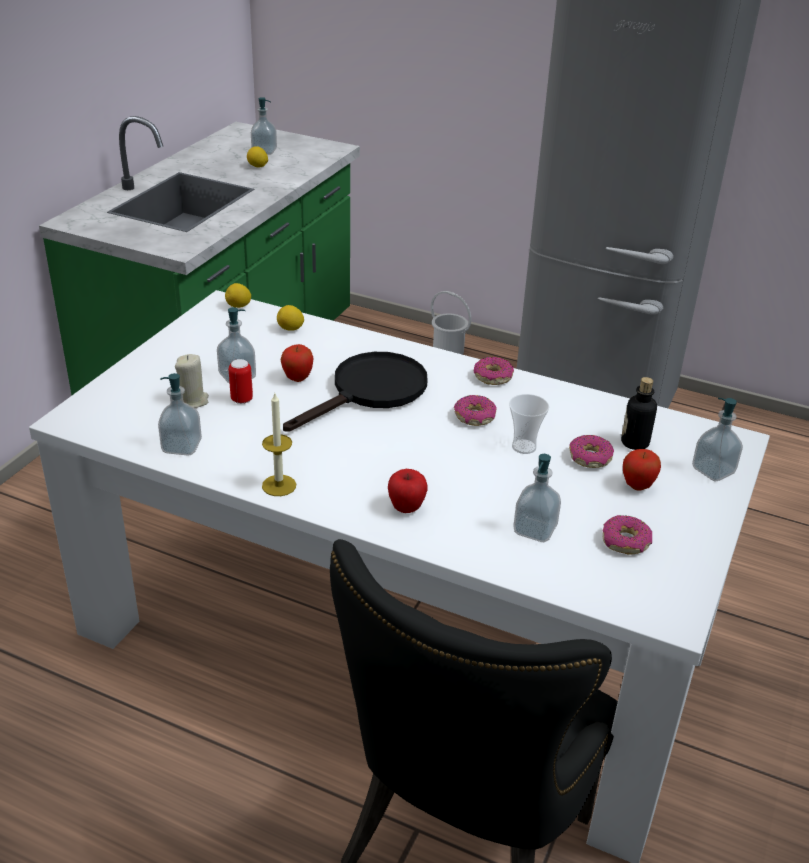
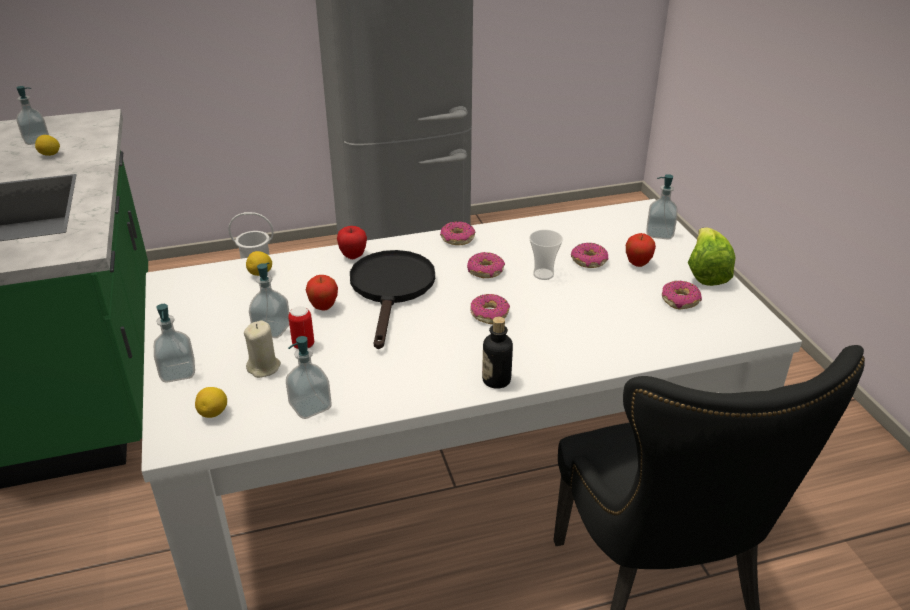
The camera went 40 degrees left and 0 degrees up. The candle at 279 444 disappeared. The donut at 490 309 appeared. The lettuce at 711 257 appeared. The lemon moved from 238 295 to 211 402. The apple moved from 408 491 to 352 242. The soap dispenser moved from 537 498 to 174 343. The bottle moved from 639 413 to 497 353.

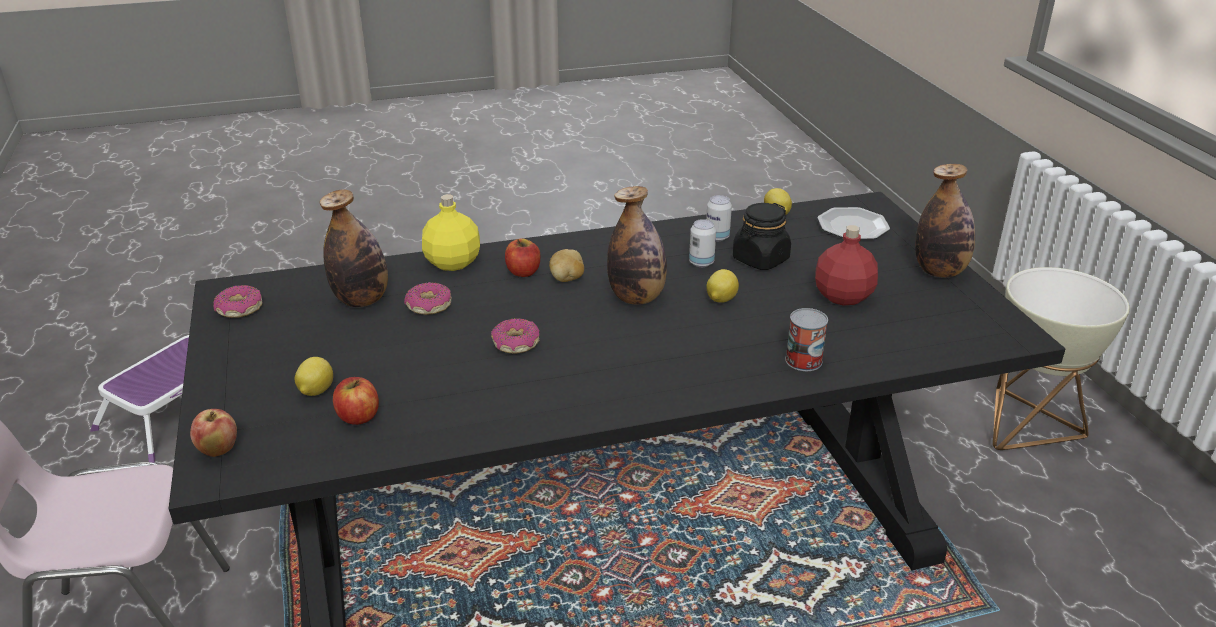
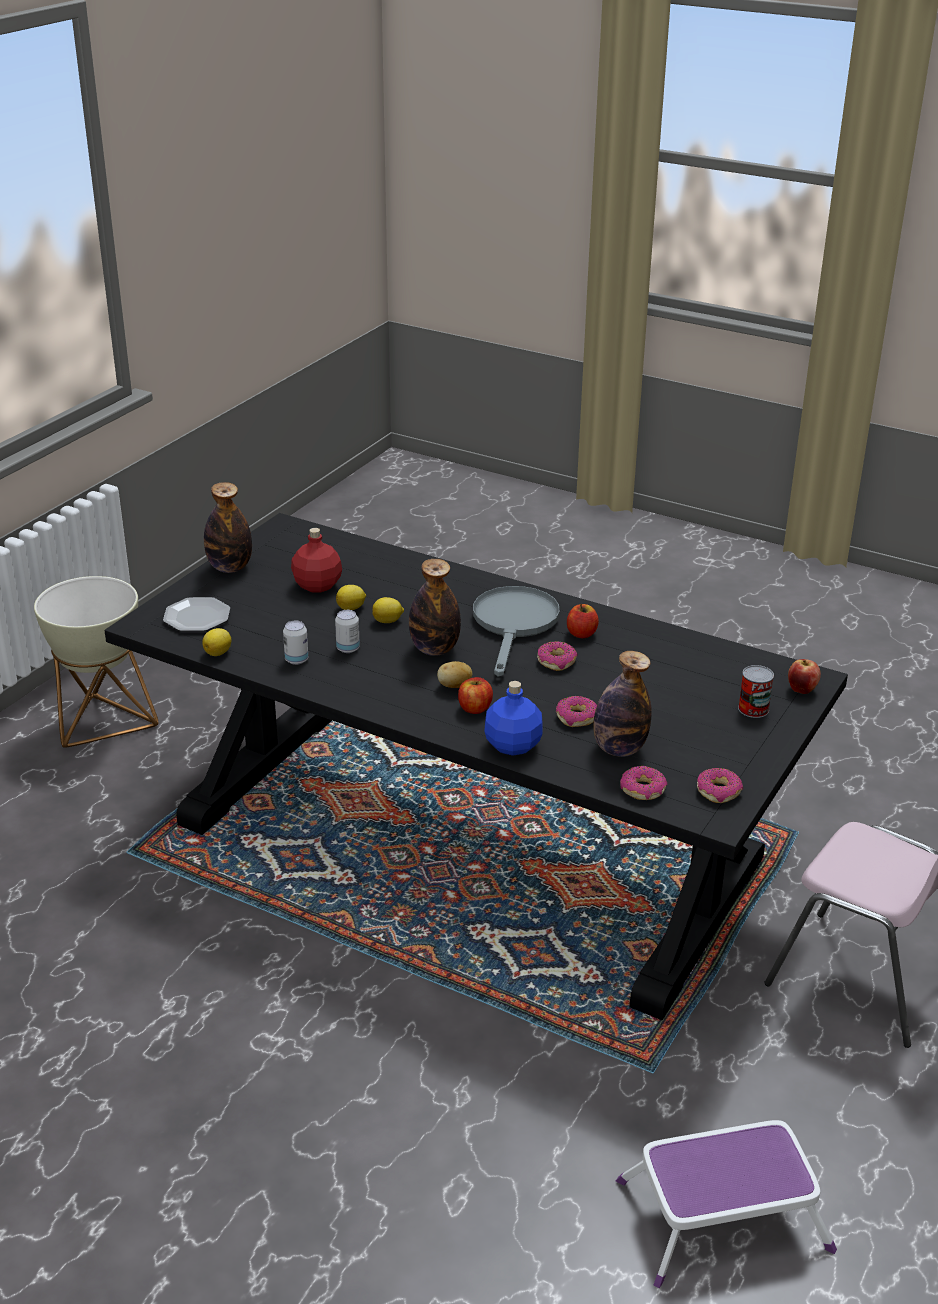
The camera went 135 degrees left and 0 degrees up. The black jar at 762 236 disappeared. The grey frying pan at 516 631 appeared. The donut at 643 783 appeared. The lemon moved from 314 376 to 351 597. The apple moved from 356 401 to 583 621. The can moved from 806 339 to 756 691. The yellow bottle at 451 232 became the blue bottle at 513 718.

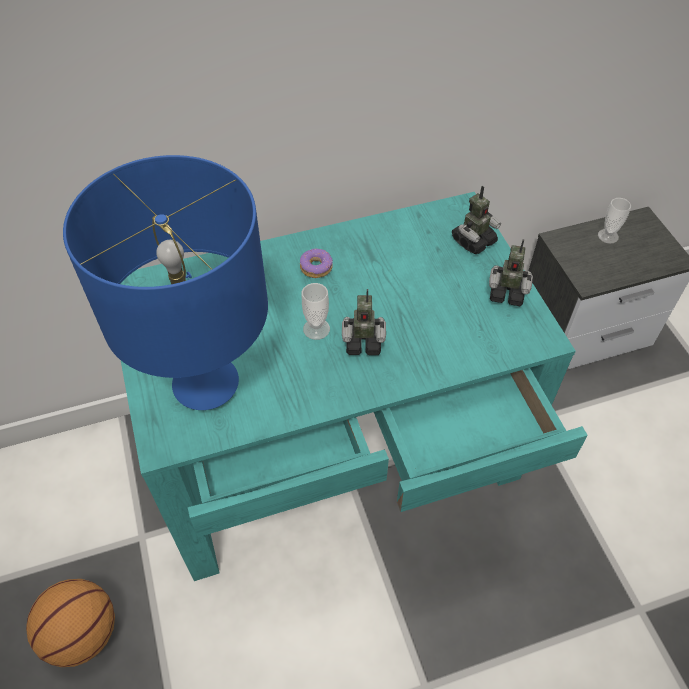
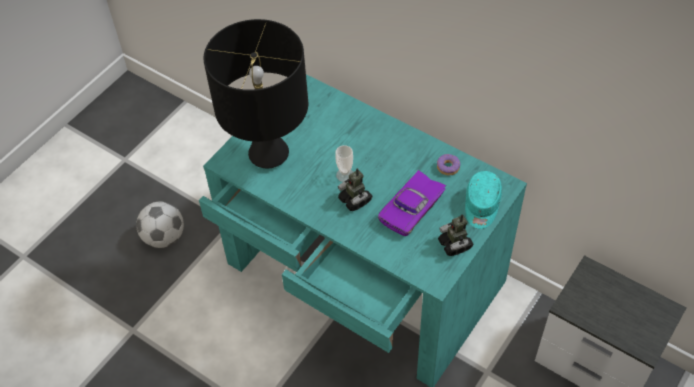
The camera went 55 degrees right and 0 degrees up. The cup at 614 221 disappeared. The purple toy car at 412 203 appeared. The donut moved from 316 263 to 448 164. The basketball at 70 623 was replaced by the football at 160 225. The toy robot at 476 220 was replaced by the turquoise cap at 483 200. The blue table lamp at 165 282 became the black table lamp at 256 93.

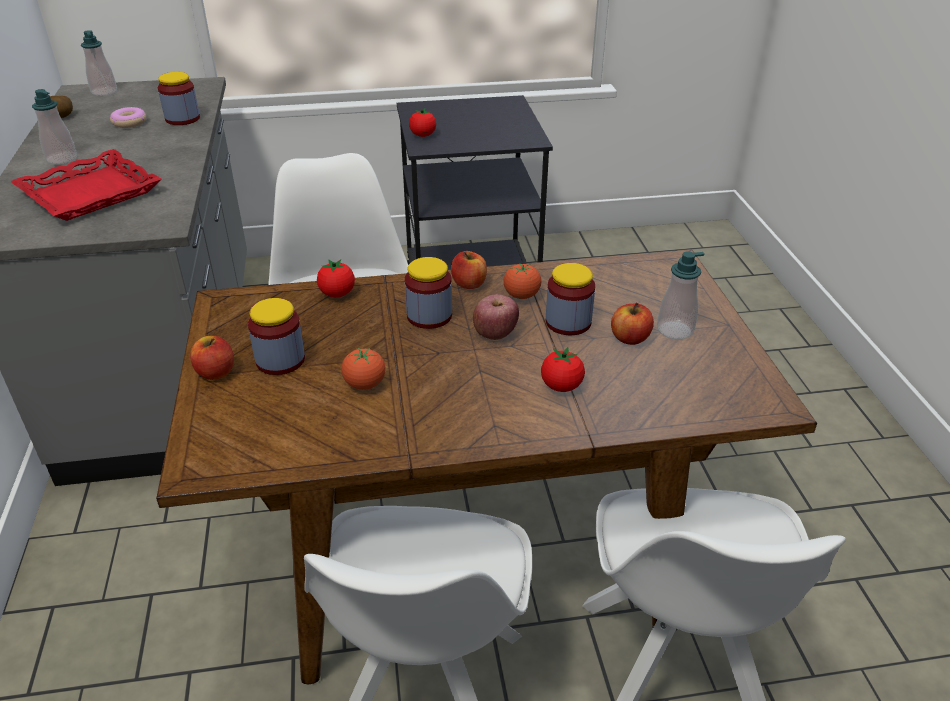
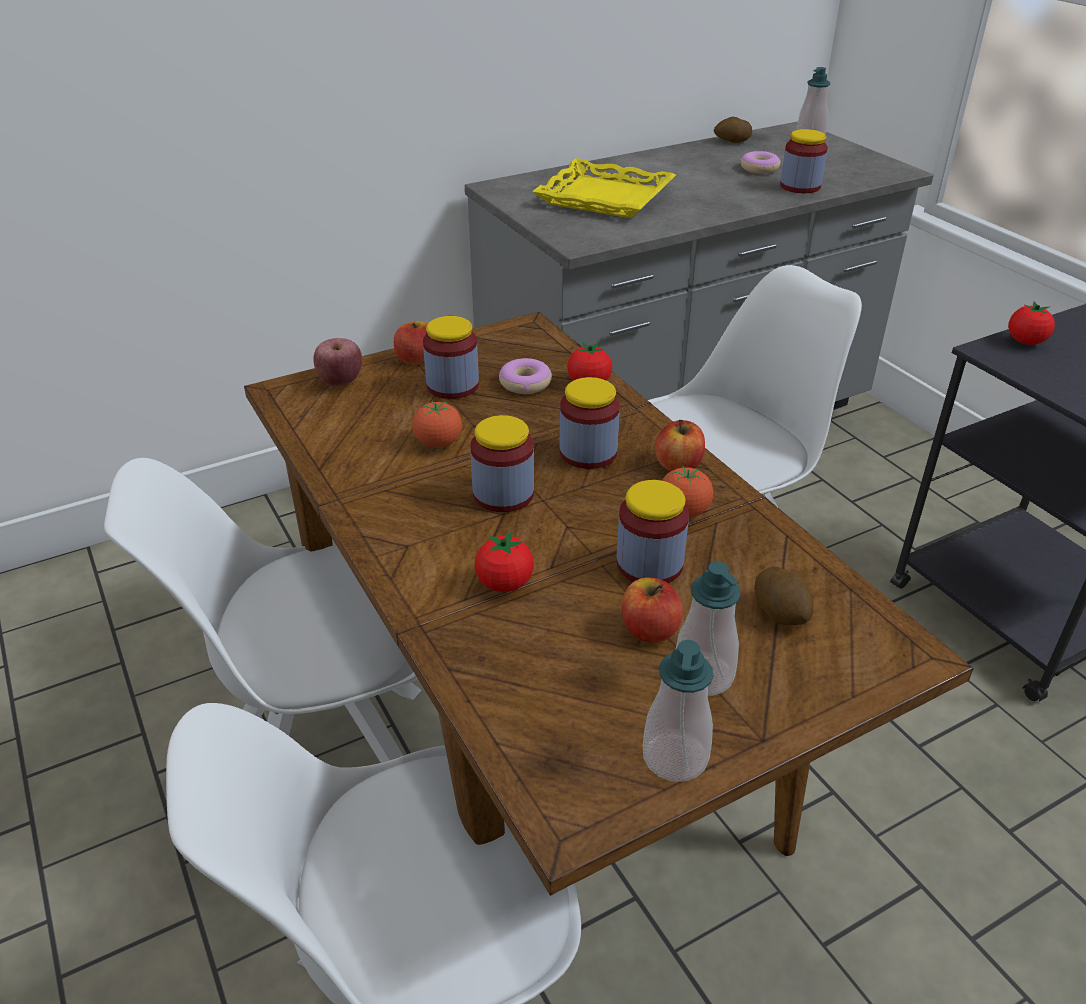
The camera went 70 degrees right and 0 degrees up. The jar at 502 463 appeared. The donut at 525 376 appeared. The potato at 784 595 appeared. The soap dispenser moved from 54 127 to 678 711. The apple moved from 496 317 to 337 362. The red tray at 86 185 became the yellow tray at 604 188.

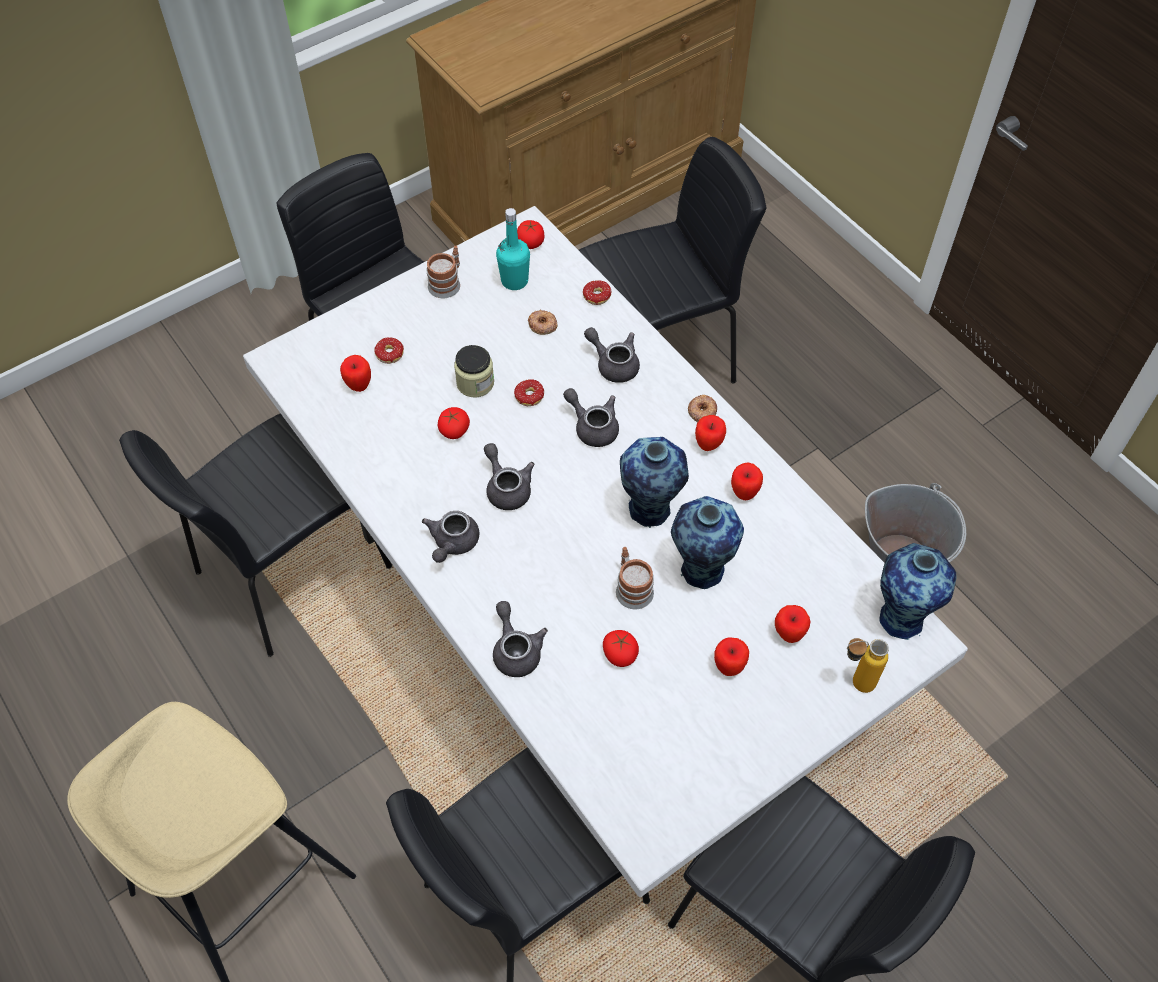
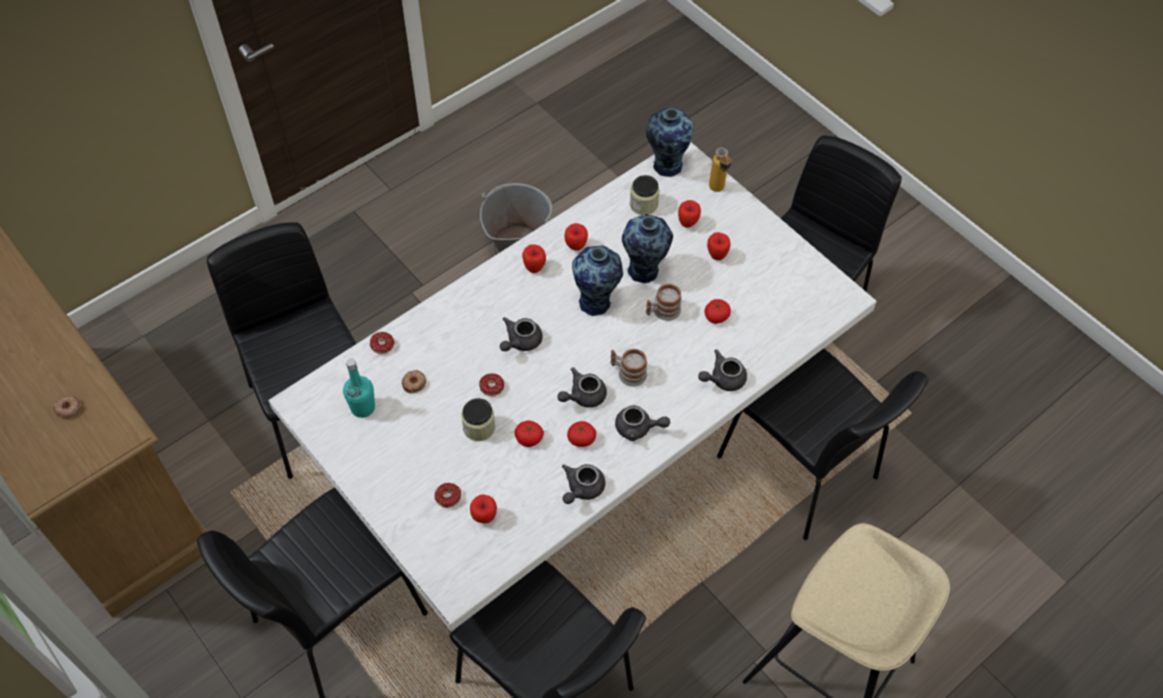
The camera went 95 degrees left and 0 degrees up. The jar at 644 195 appeared. The mug moved from 443 272 to 628 368. The tomato moved from 531 234 to 581 434. The grey teapot moved from 612 355 to 583 484. The donut moved from 702 409 to 67 407.

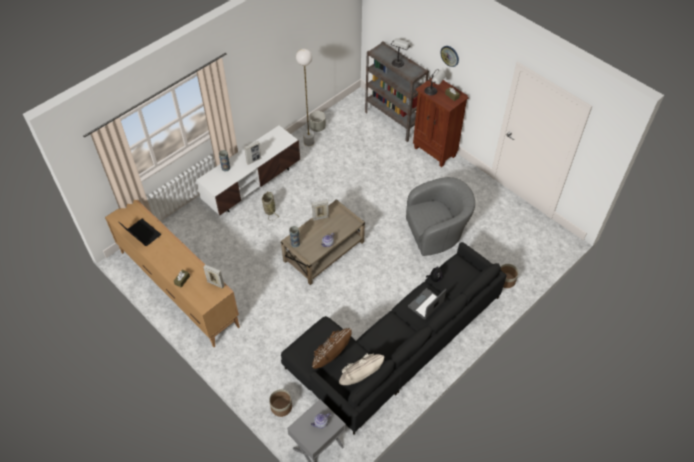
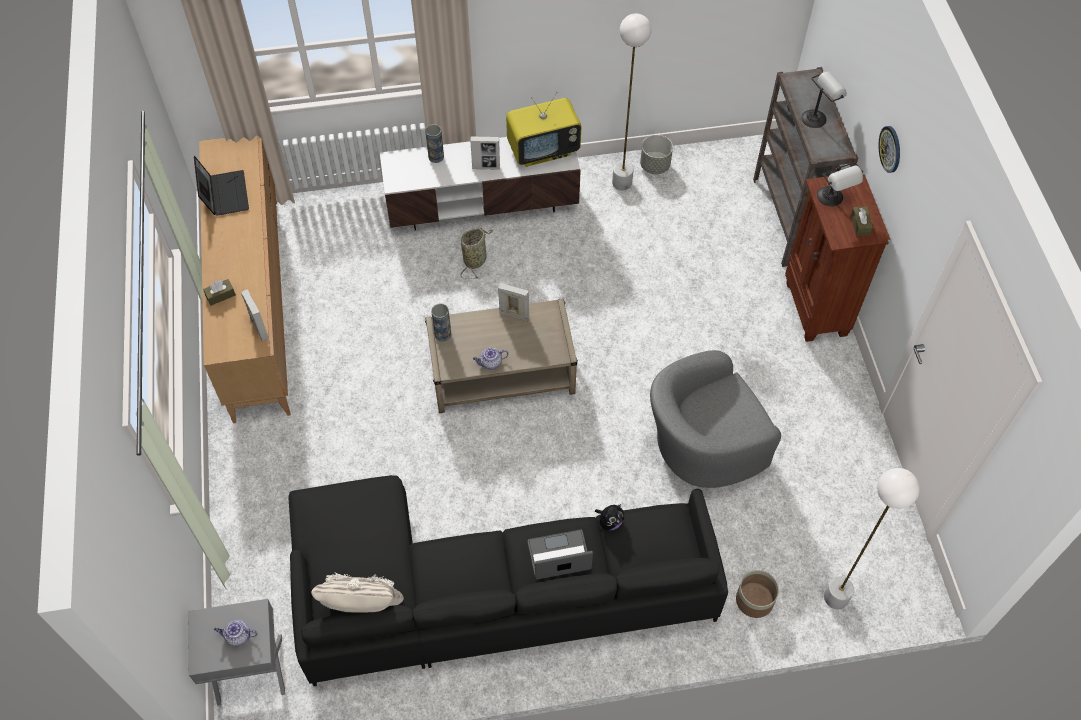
The camera went 35 degrees right and 5 degrees up. The planter at 280 403 disappeared. The brown pillow at 332 348 disappeared. The television at 543 129 appeared. The white floor lamp at 872 538 appeared. The grey armchair at 440 216 turned 135 degrees clockwise.

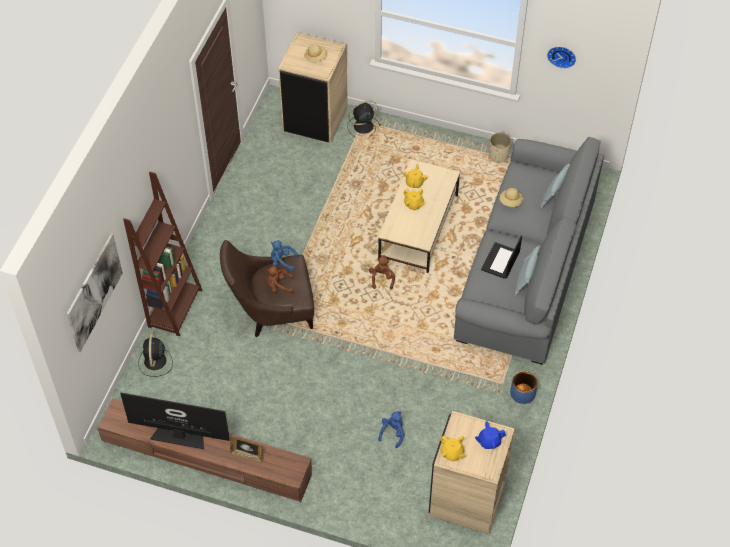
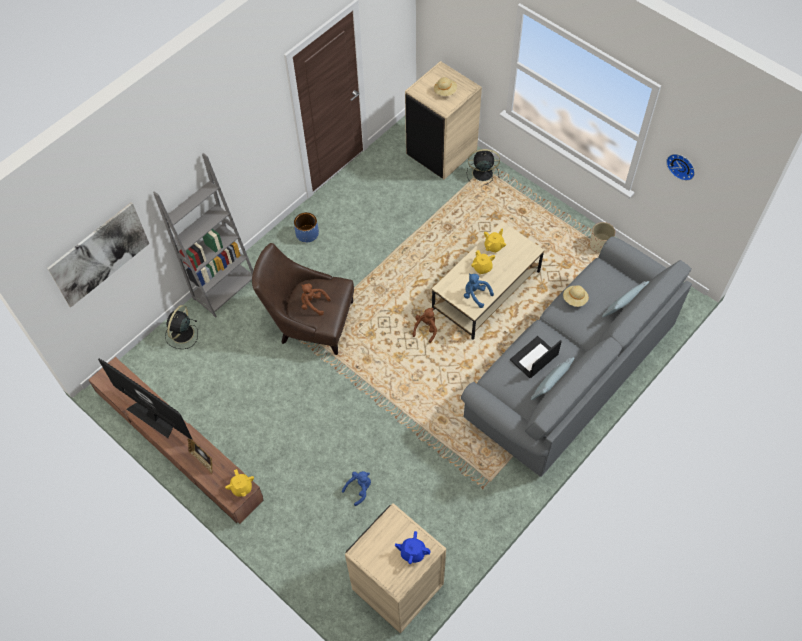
The camera went 25 degrees right and 5 degrees up. The blue plush toy moved from 285 255 to 479 290. The yellow teapot moved from 453 448 to 239 483. The blue planter moved from 524 387 to 306 227. The brown bookcase at 163 254 became the grey bookcase at 203 235.

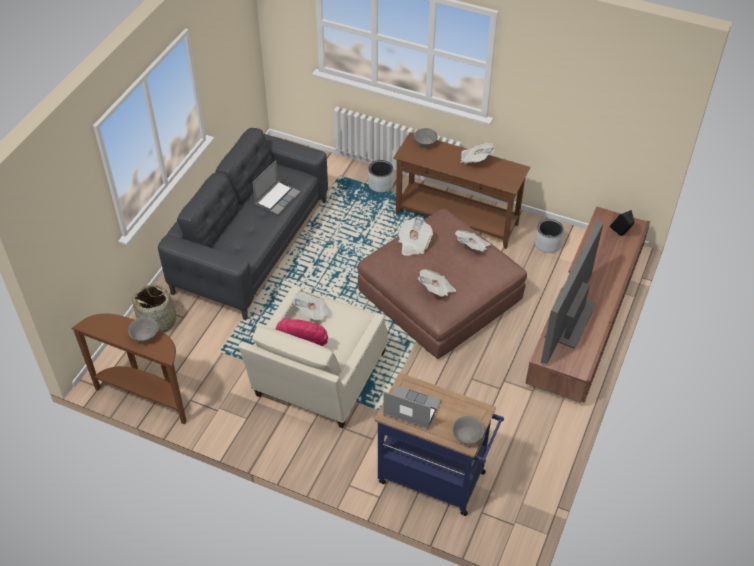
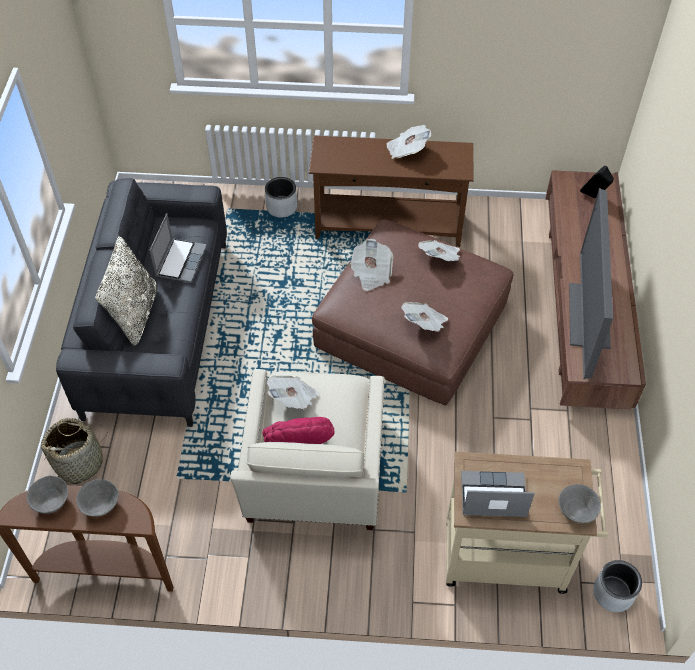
The camera went 20 degrees left and 5 degrees up. The beige pillow at 126 291 appeared. The grey bowl moved from 426 138 to 47 495. The grey planter moved from 549 236 to 617 586. The blue cart at 439 444 became the beige cart at 527 523.

